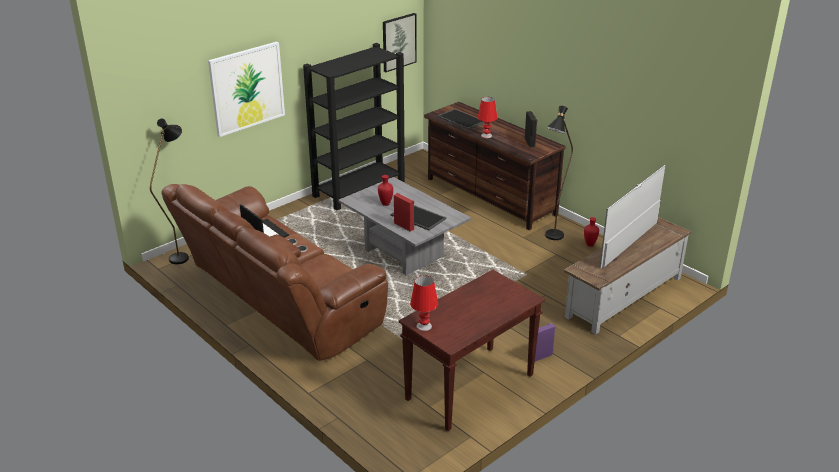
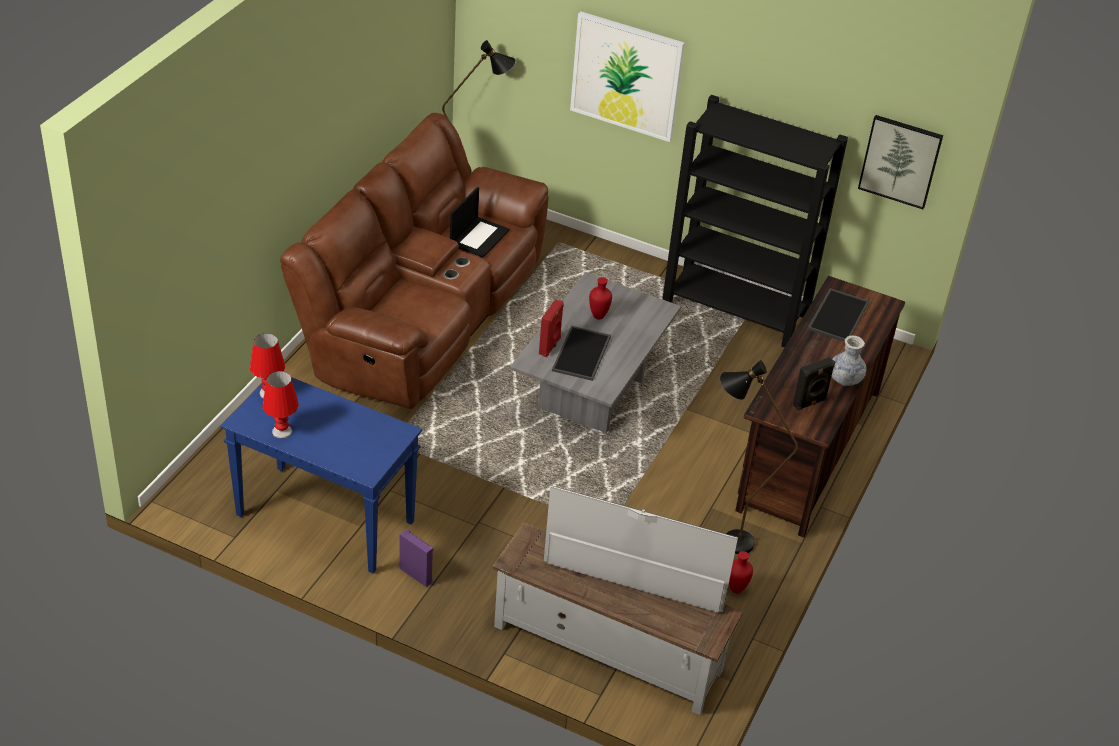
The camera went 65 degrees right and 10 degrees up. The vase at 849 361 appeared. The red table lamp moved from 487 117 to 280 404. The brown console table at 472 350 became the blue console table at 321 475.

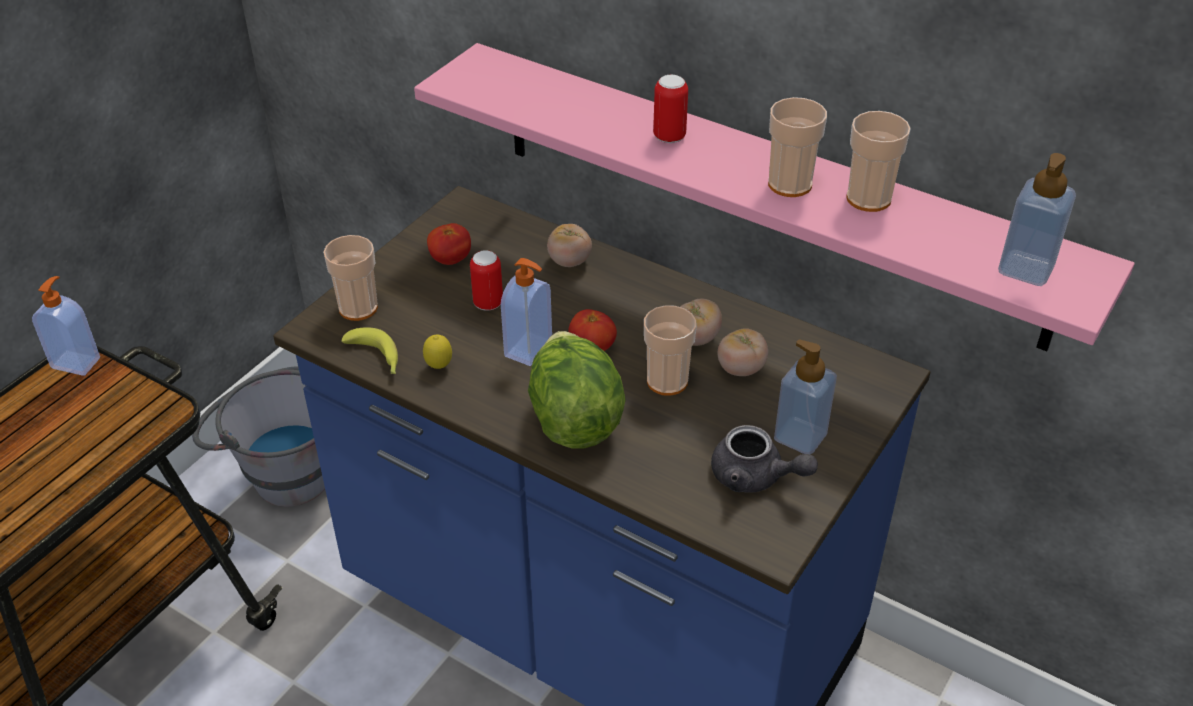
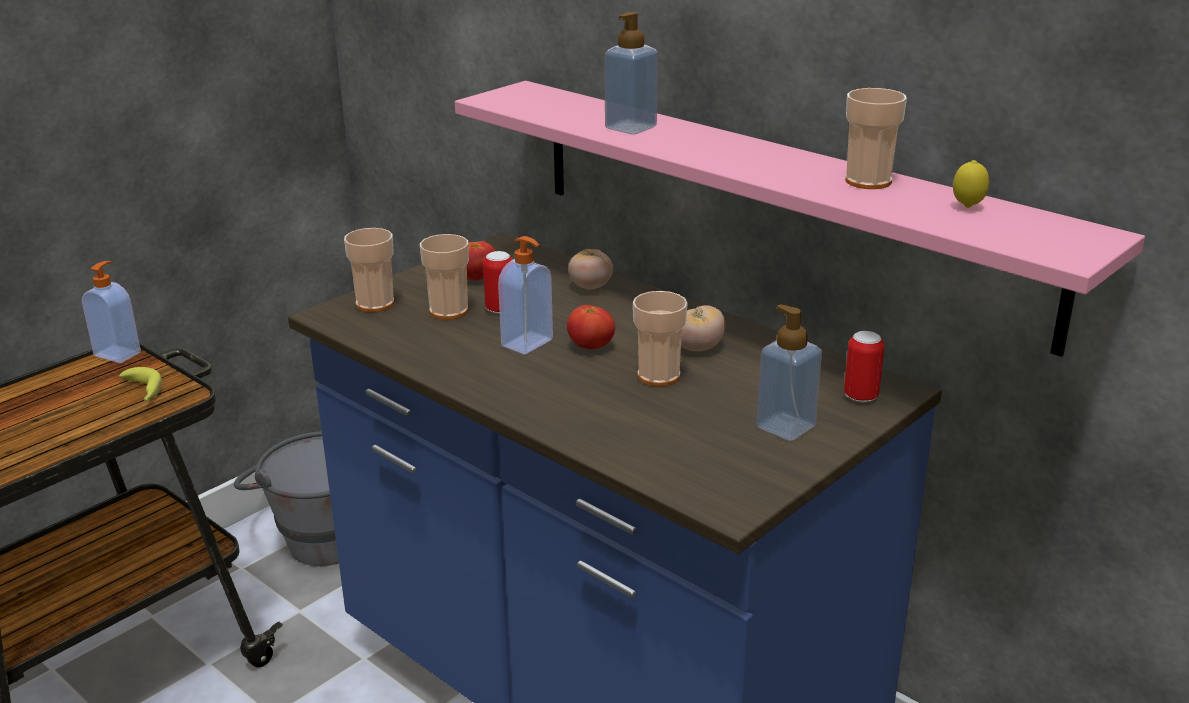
The camera went 10 degrees right and 15 degrees down. The lettuce at 577 390 disappeared. The grey teapot at 764 458 disappeared. The tomato at 743 352 disappeared. The banana moved from 369 350 to 140 384. The lemon moved from 437 352 to 971 184. The can moved from 670 109 to 864 366. The cup moved from 797 147 to 444 277. The soap dispenser moved from 1037 219 to 631 73.

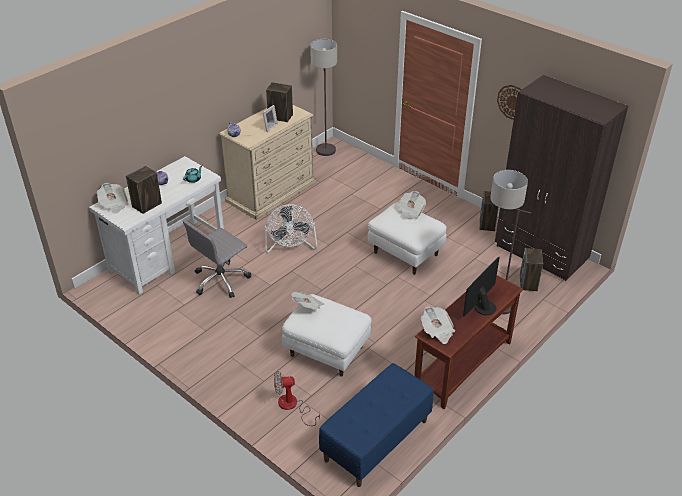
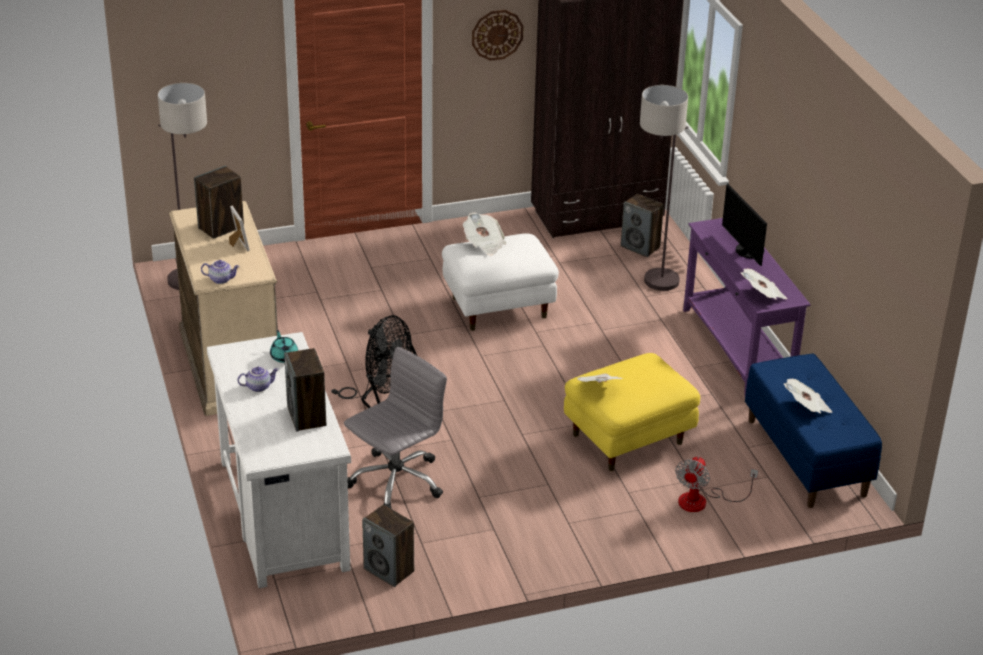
The camera went 60 degrees left and 5 degrees down. The newspaper moved from 112 198 to 808 396. The speaker moved from 489 211 to 388 546. The white fan at 291 229 became the black fan at 374 361. The white ottoman at 326 335 became the yellow ottoman at 632 412. The brown console table at 468 342 became the purple console table at 747 306. The grey office chair at 217 259 turned 120 degrees counterclockwise.

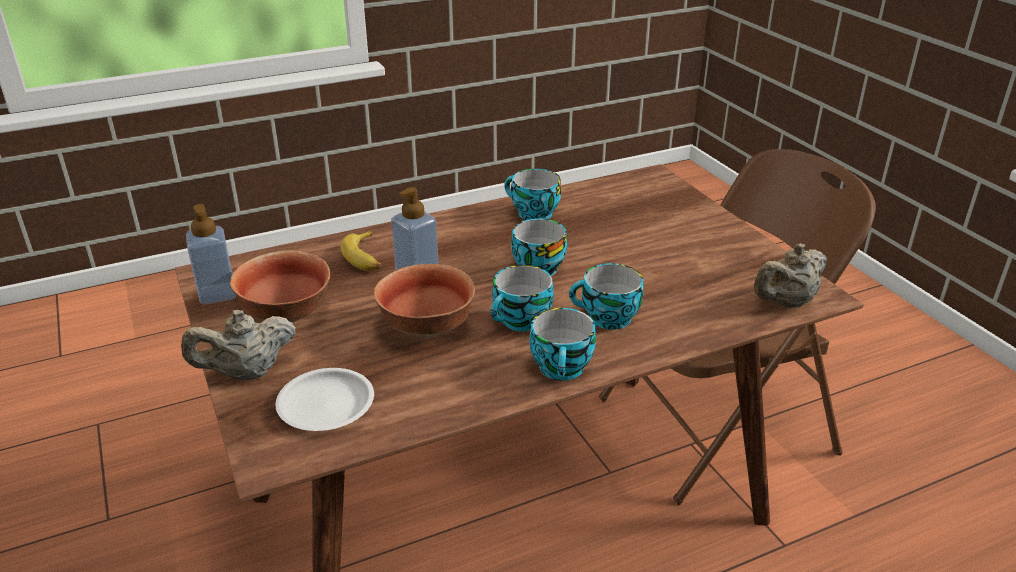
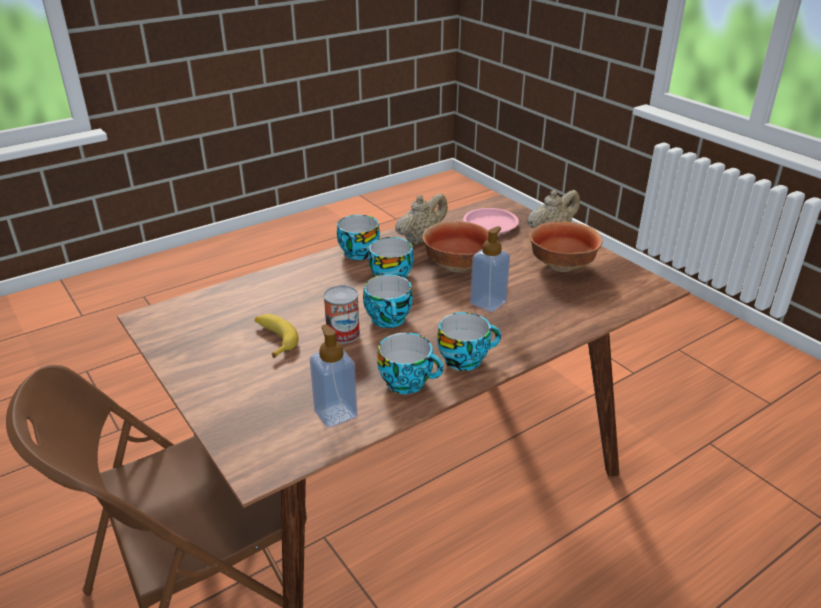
The camera went 170 degrees right and 0 degrees up. The can at 341 314 appeared. The soap dispenser moved from 211 254 to 333 375. The banana moved from 360 250 to 277 336. The cup moved from 606 296 to 469 341. The beige teapot moved from 790 275 to 421 219. The white plate at 324 399 became the pink plate at 491 221.

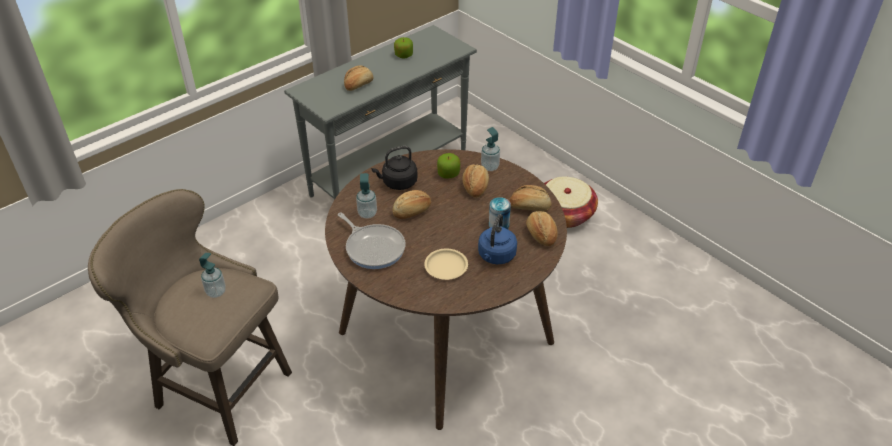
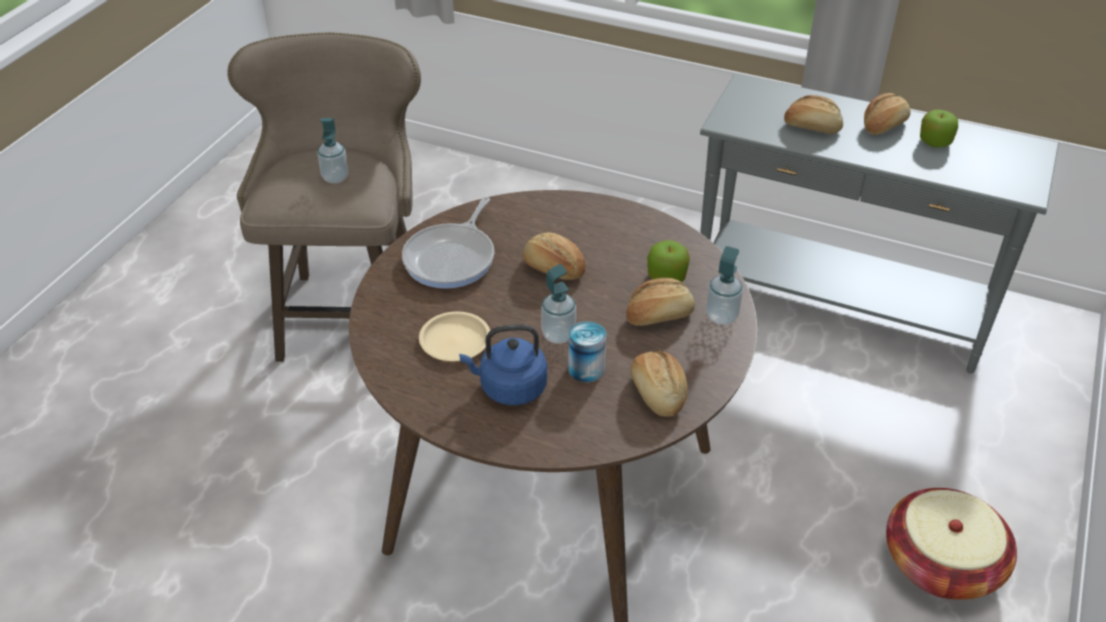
The camera went 65 degrees right and 0 degrees up. The black kettle at 395 168 disappeared. The soap dispenser moved from 366 196 to 558 304. The bread moved from 542 228 to 887 114.

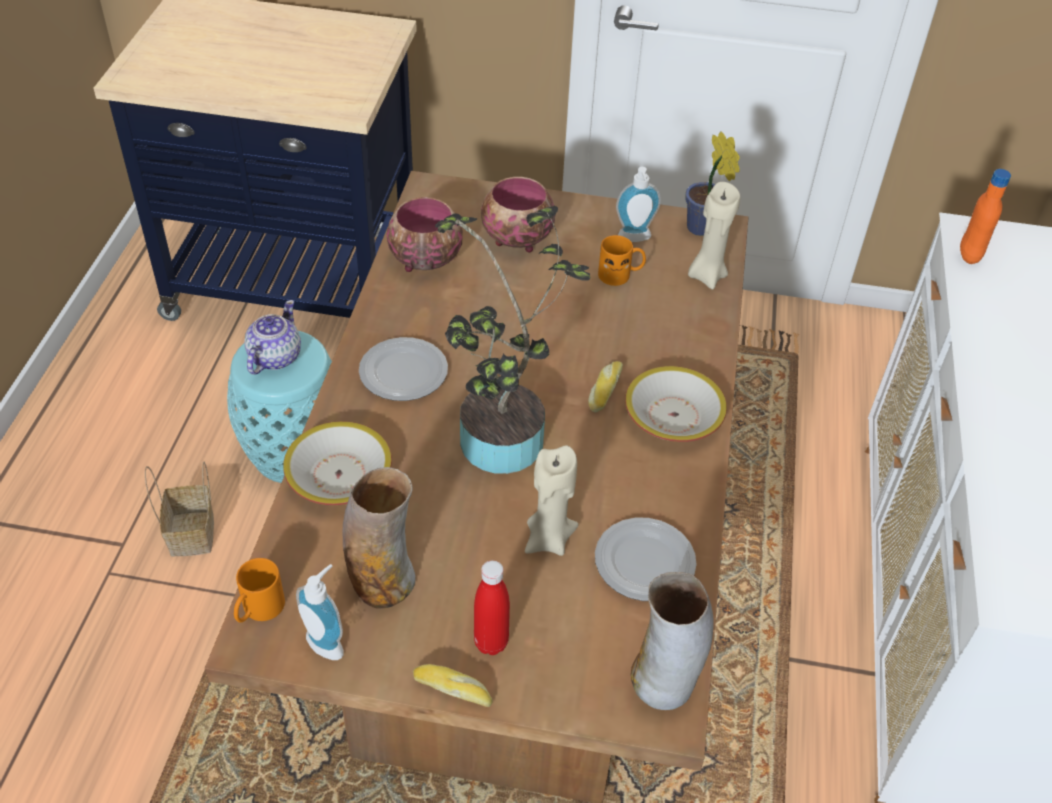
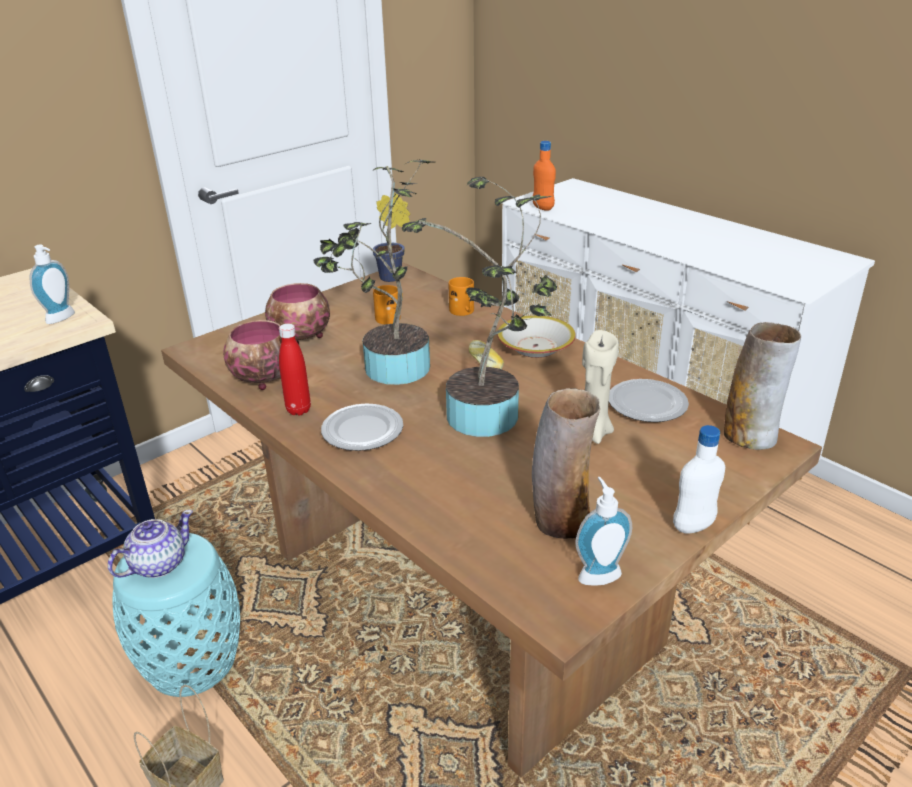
The camera went 50 degrees left and 15 degrees down. The bowl at 337 463 disappeared. The beige candle at 714 236 disappeared. The potted plant at 374 272 appeared. The orange mug moved from 259 590 to 461 296. The red bottle moved from 492 607 to 295 369. The soap dispenser moved from 638 204 to 52 284. The bread at 453 685 was replaced by the white bottle at 699 479. The teapot at 272 337 turned 75 degrees clockwise.

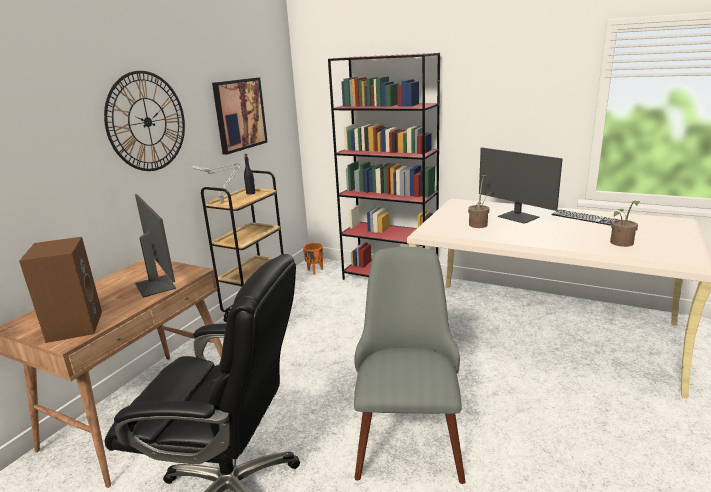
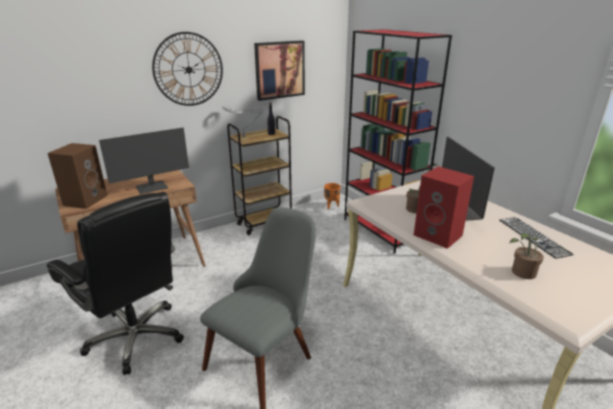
The camera went 30 degrees right and 5 degrees up. The red speaker at 444 207 appeared. The monitor at 155 246 turned 60 degrees clockwise.

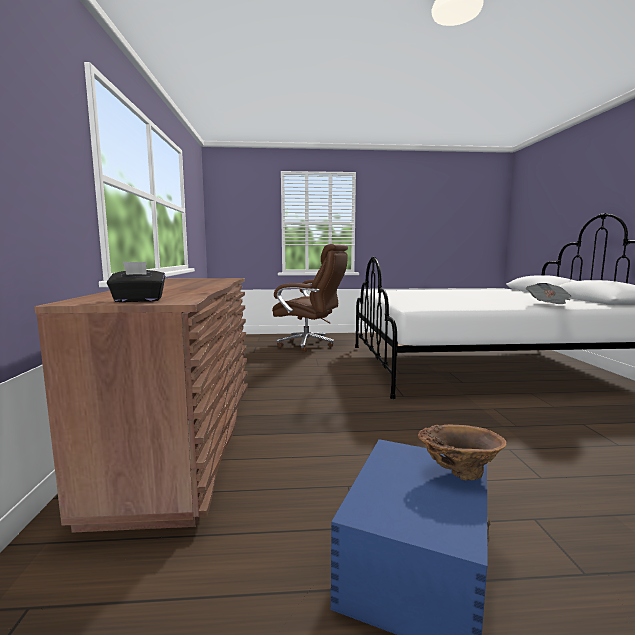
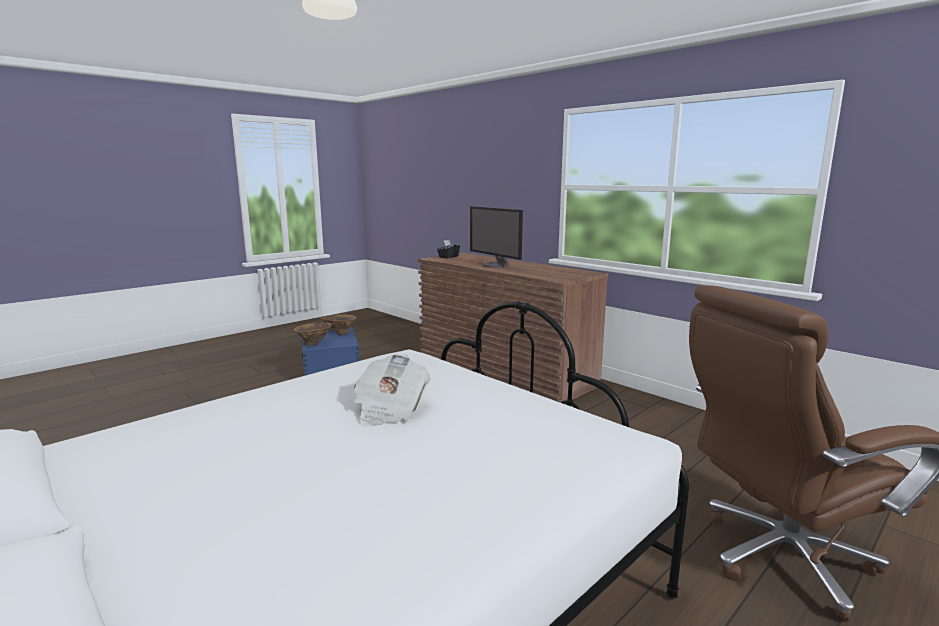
The camera went 140 degrees right and 5 degrees up. The brown vase at 338 324 appeared. The monitor at 496 237 appeared. The newspaper moved from 548 293 to 391 390.

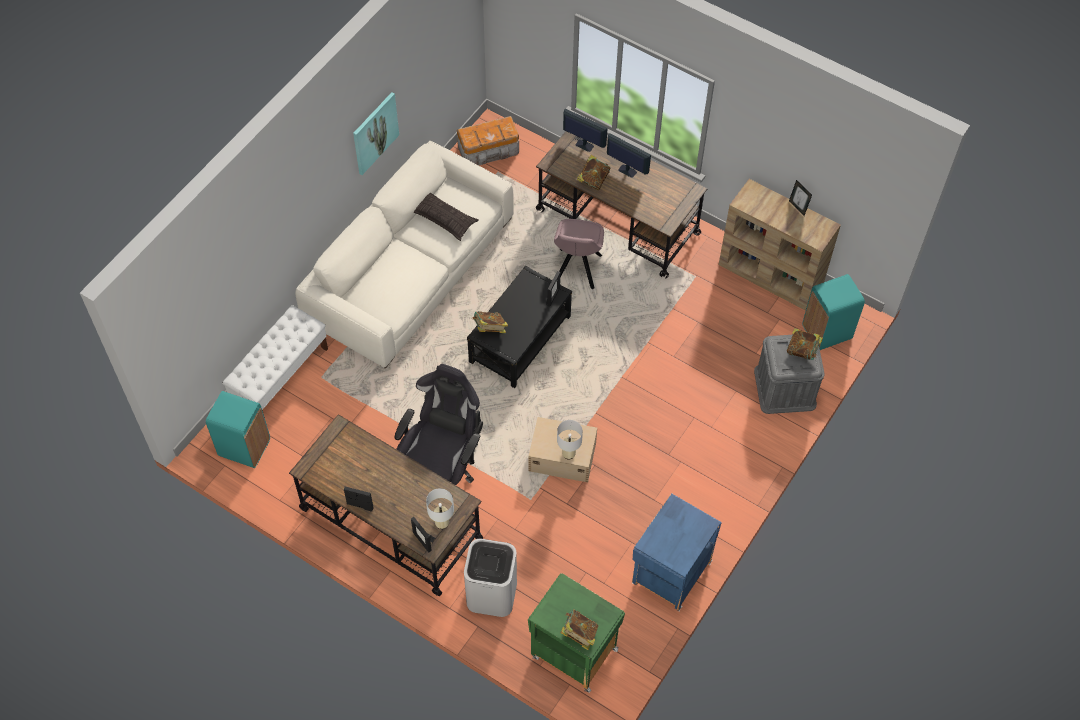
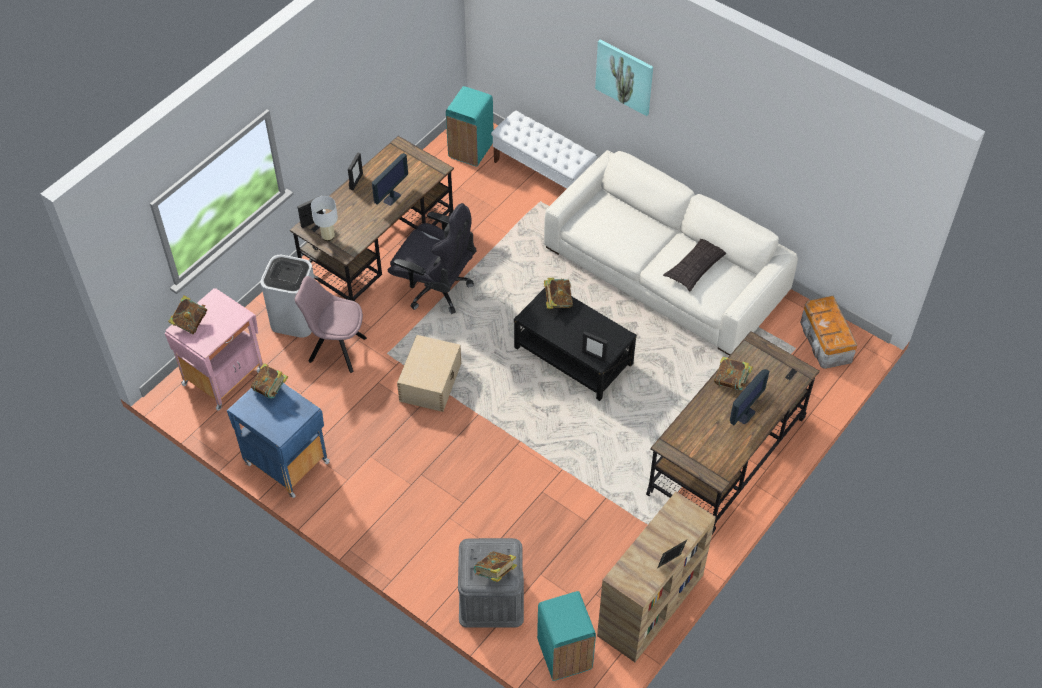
The camera went 95 degrees right and 5 degrees down. The white table lamp at 570 440 disappeared. The book at 269 380 appeared. The picture moved from 376 133 to 624 78. The pink chair moved from 579 254 to 331 324. The monitor moved from 585 130 to 390 179. The green cart at 576 633 became the pink cart at 214 349.

